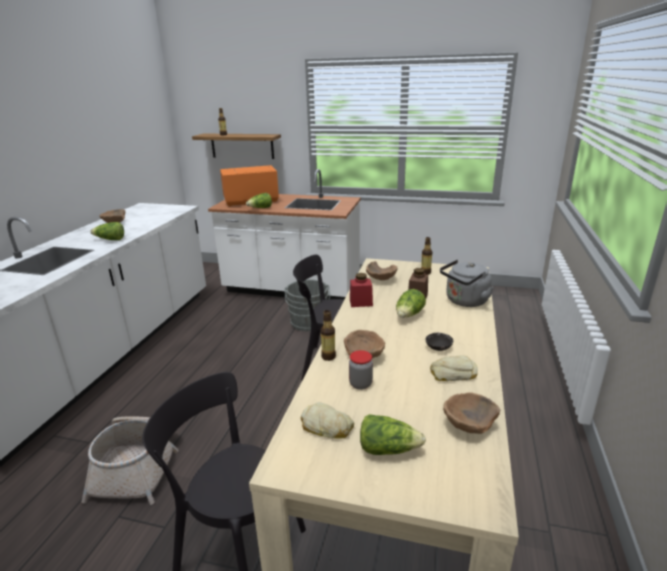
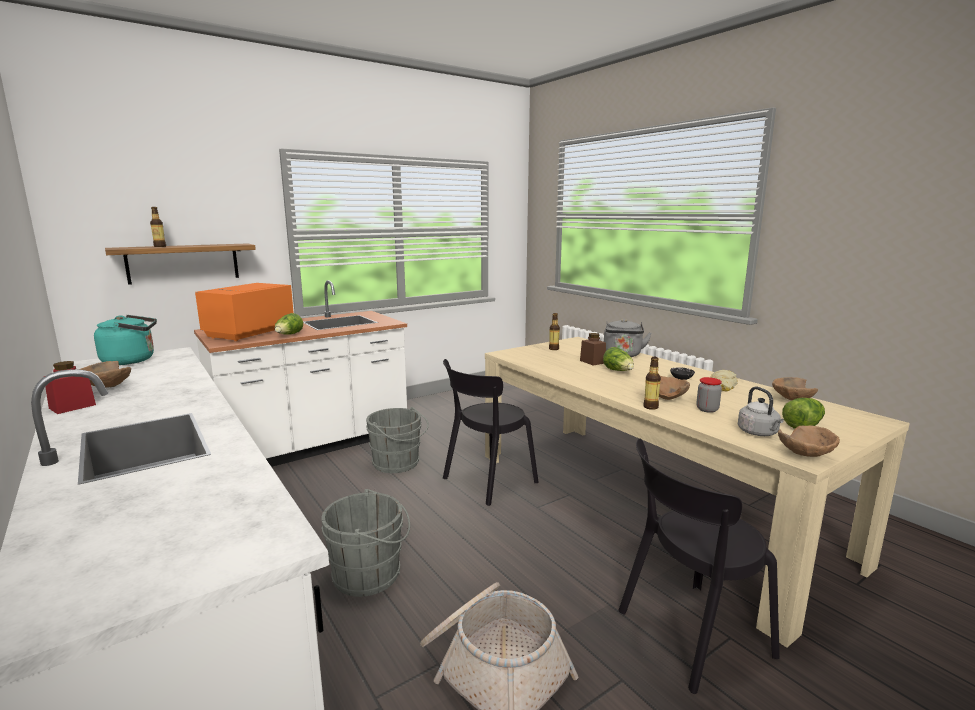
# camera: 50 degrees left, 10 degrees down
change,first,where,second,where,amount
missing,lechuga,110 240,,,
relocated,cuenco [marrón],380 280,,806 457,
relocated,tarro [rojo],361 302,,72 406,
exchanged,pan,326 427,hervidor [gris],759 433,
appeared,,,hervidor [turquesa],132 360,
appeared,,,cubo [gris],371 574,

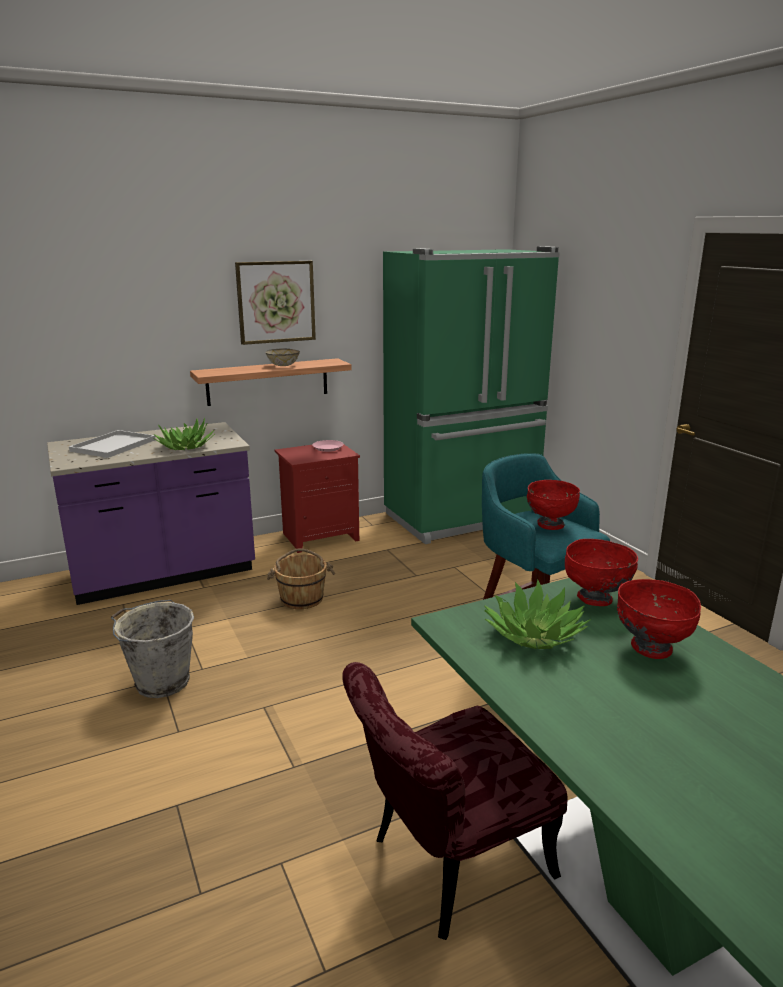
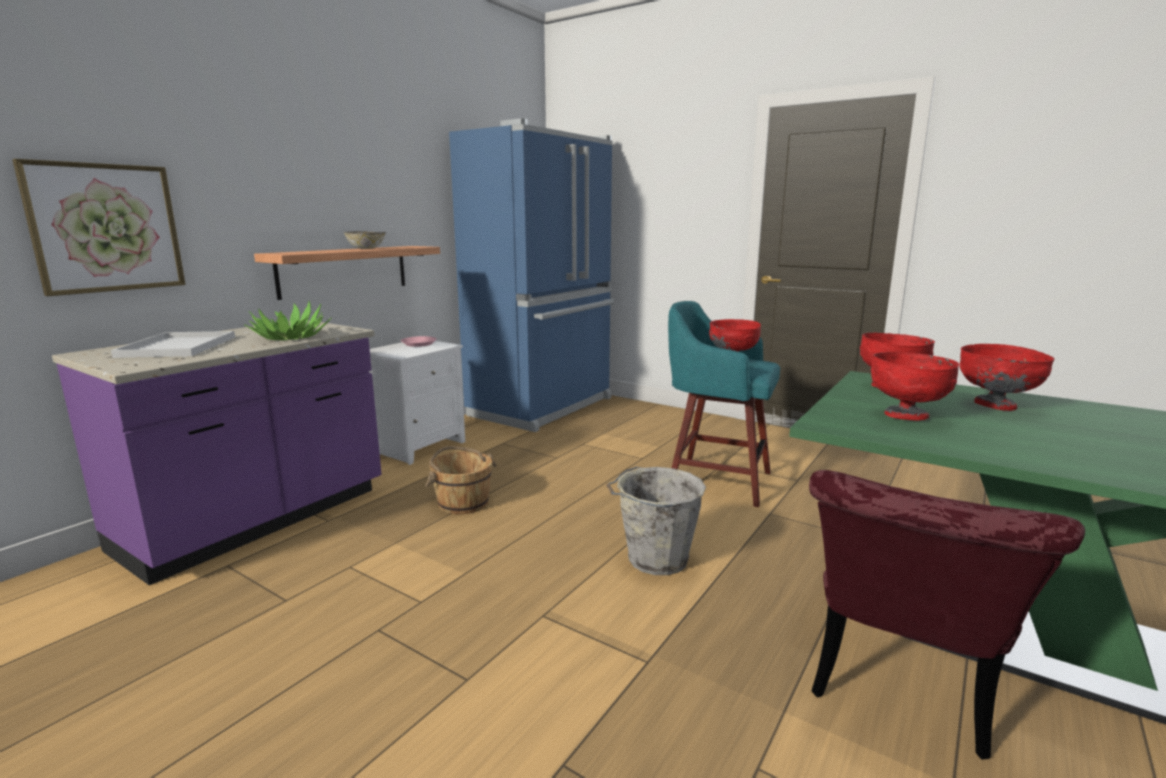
# camera: 30 degrees left, 5 degrees down
change,first,where,second,where,amount
colour,nevera [verde],463 518,nevera [azul],544 407,
relocated,cuadro,276 302,,106 228,
colour,mesita de noche [rojo],320 536,mesita de noche [blanco],419 446,
exchanged,planta en maceta,533 635,cuenco [rojo],907 416,
relocated,cubo [gris],160 682,,655 559,

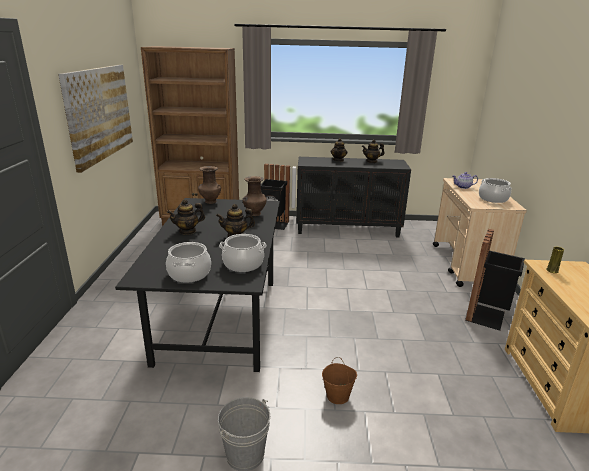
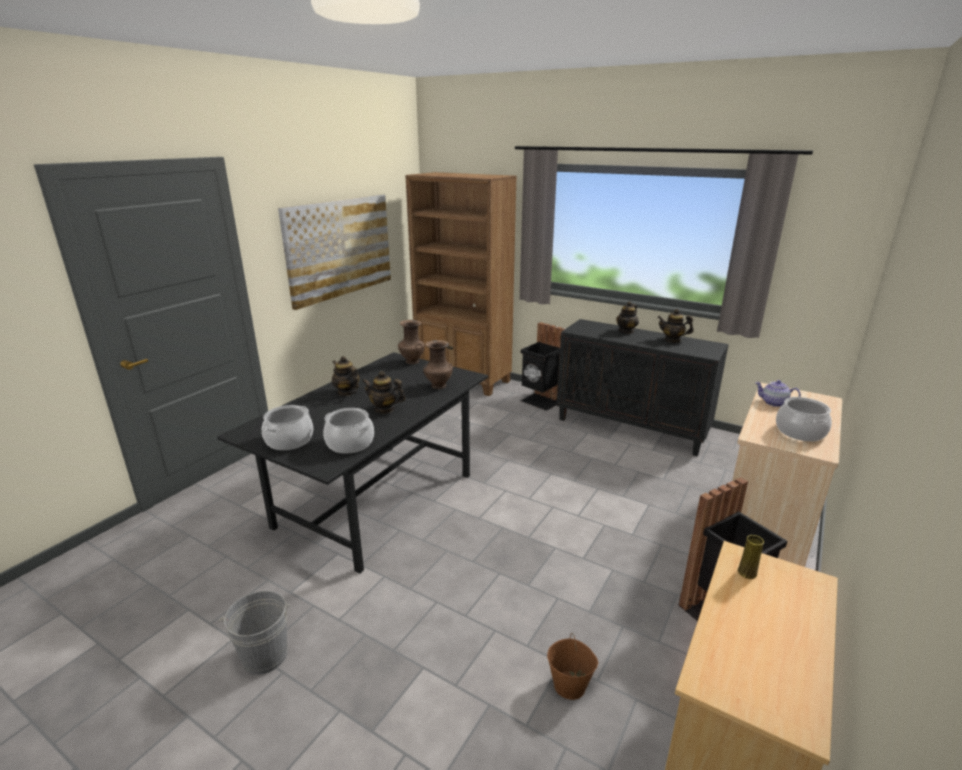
# camera: 30 degrees right, 0 degrees up
change,first,where,second,where,amount
spun,tetera,187 231,,347 392,45 degrees clockwise
relocated,cubo [marrón],338 396,,570 685,

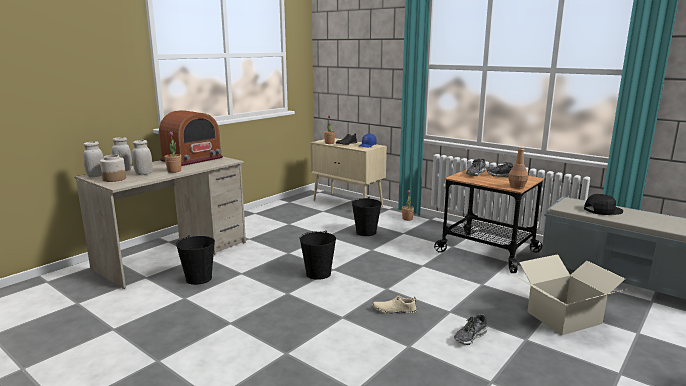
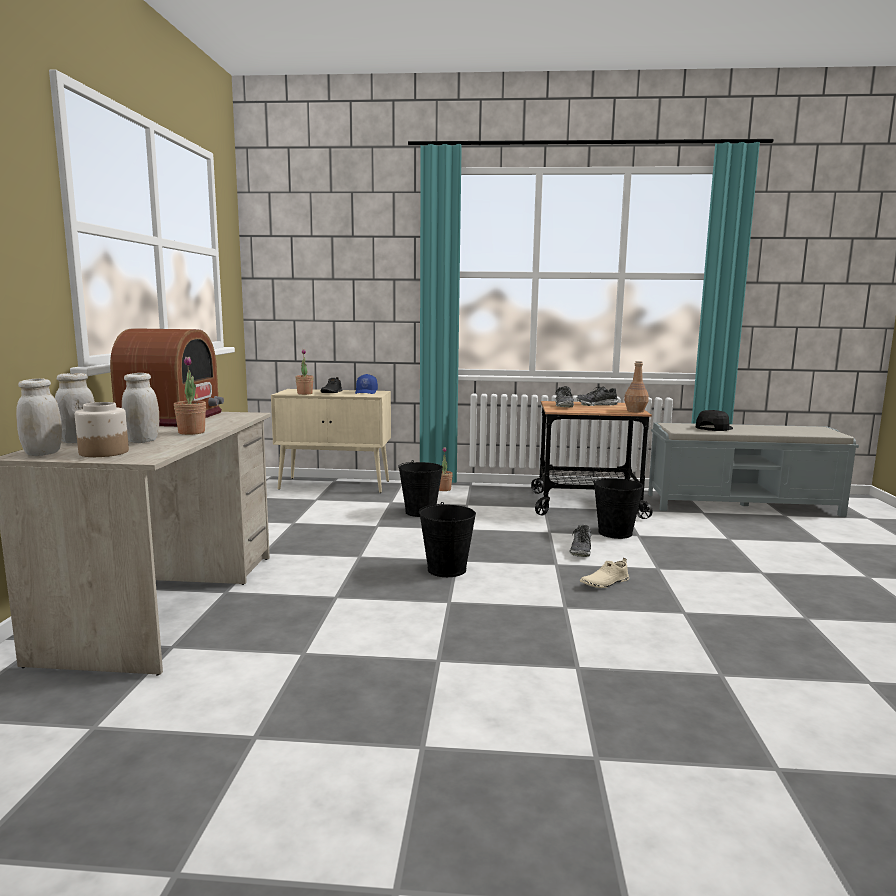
# camera: 35 degrees left, 5 degrees down
change,first,where,second,where,amount
relocated,cubo [negro],199 278,,615 533,
missing,caja de cartón,564 318,,,
relocated,zapato,470 337,,581 550,

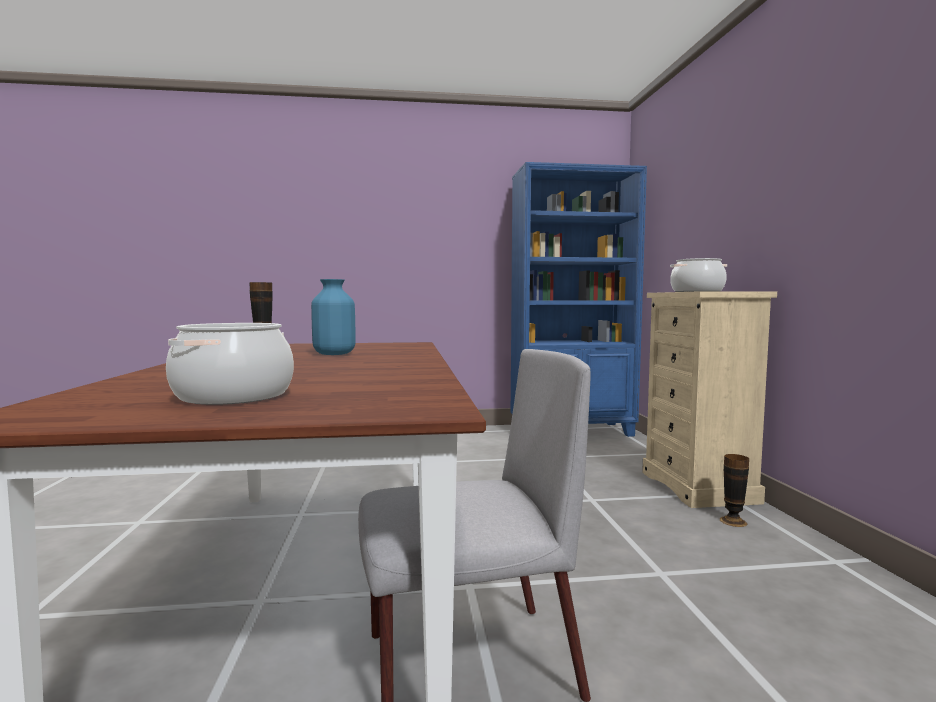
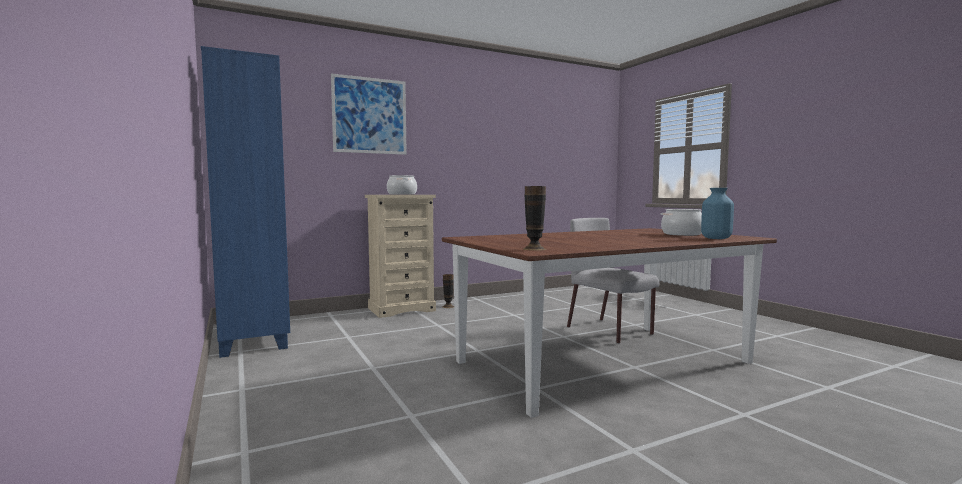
# camera: 110 degrees left, 0 degrees up
change,first,where,second,where,amount
relocated,florero [azul],334 354,,716 238,
appeared,,,cuadro,370 115,

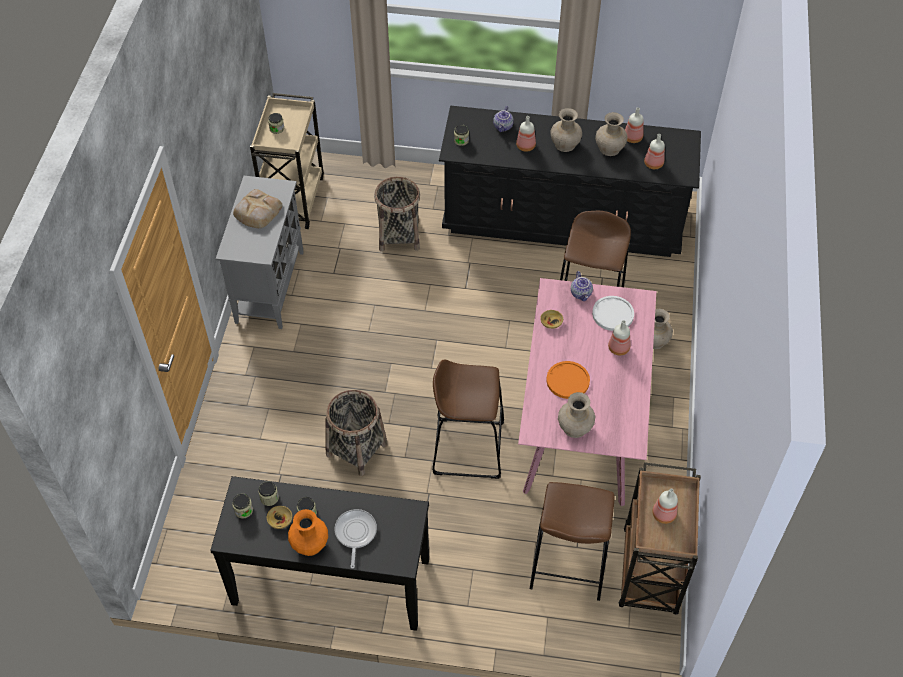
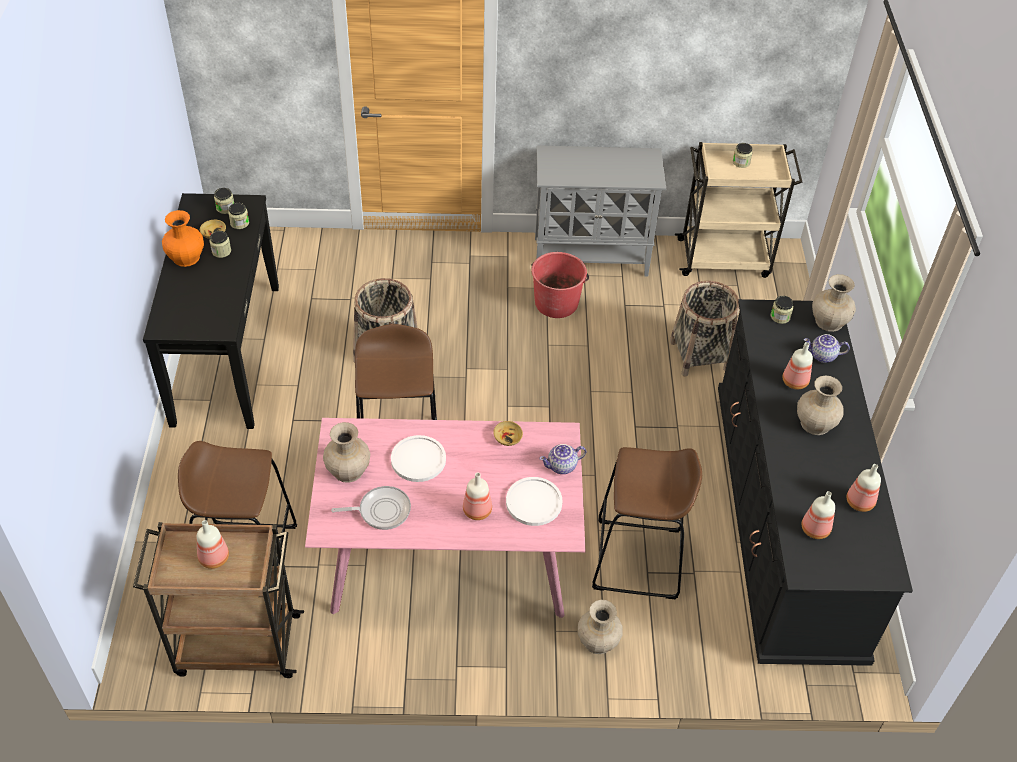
# camera: 80 degrees right, 5 degrees down
change,first,where,second,where,amount
relocated,florero [beis],610 148,,829 322,
missing,pan,257 212,,,
colour,plato [naranja],568 380,plato [blanco],418 459,
relocated,sartén,355 533,,381 510,
appeared,,,cubo [rojo],556 302,

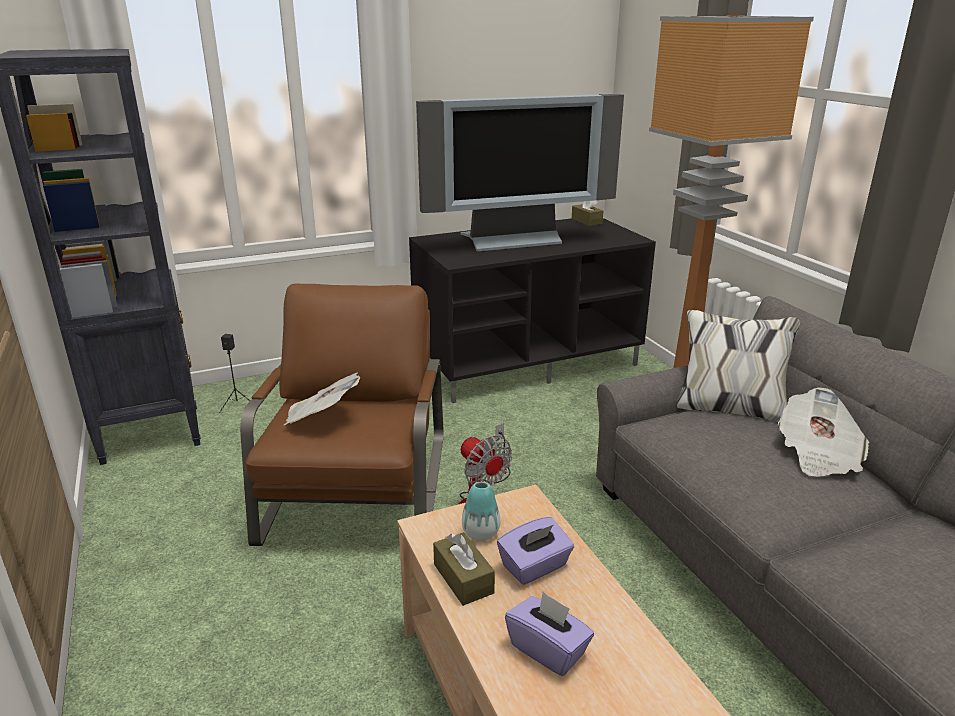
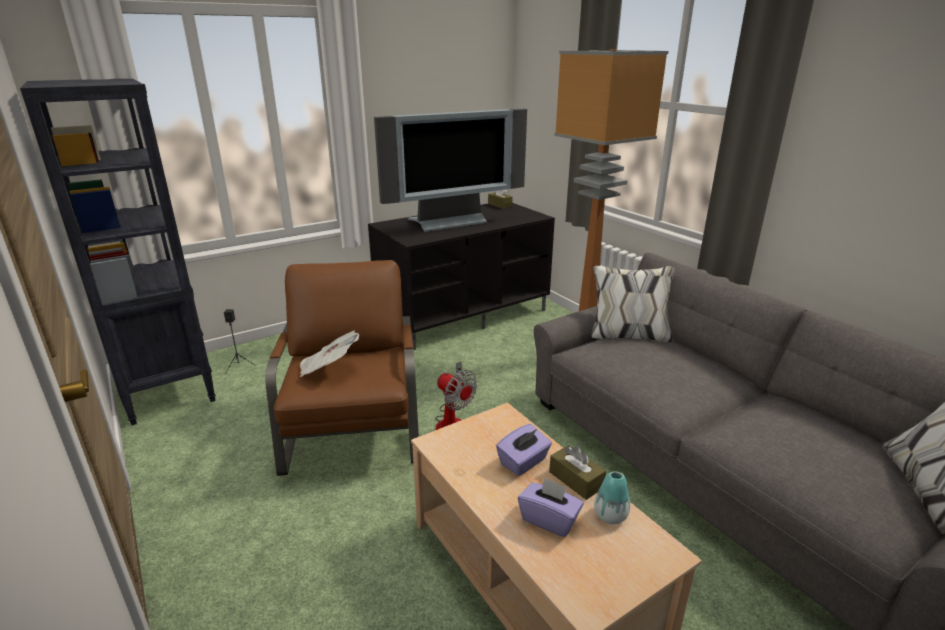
# camera: 10 degrees left, 0 degrees up
change,first,where,second,where,amount
missing,periódico,819 454,,,
relocated,florero,481 533,,610 516,
relocated,caja de pañuelos [marrón],463 578,,576 480,

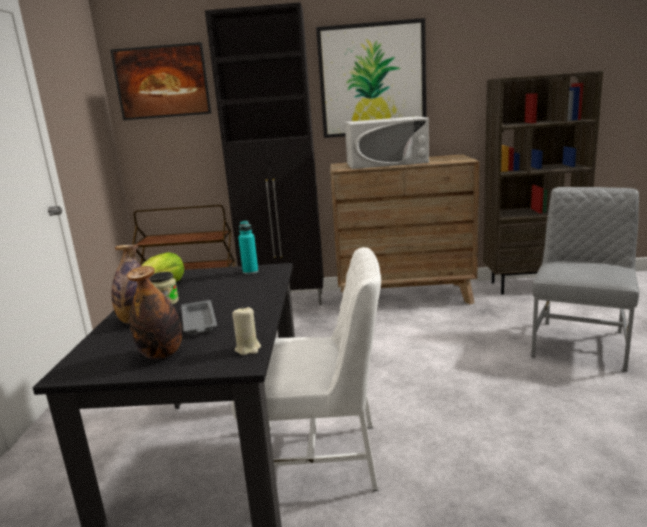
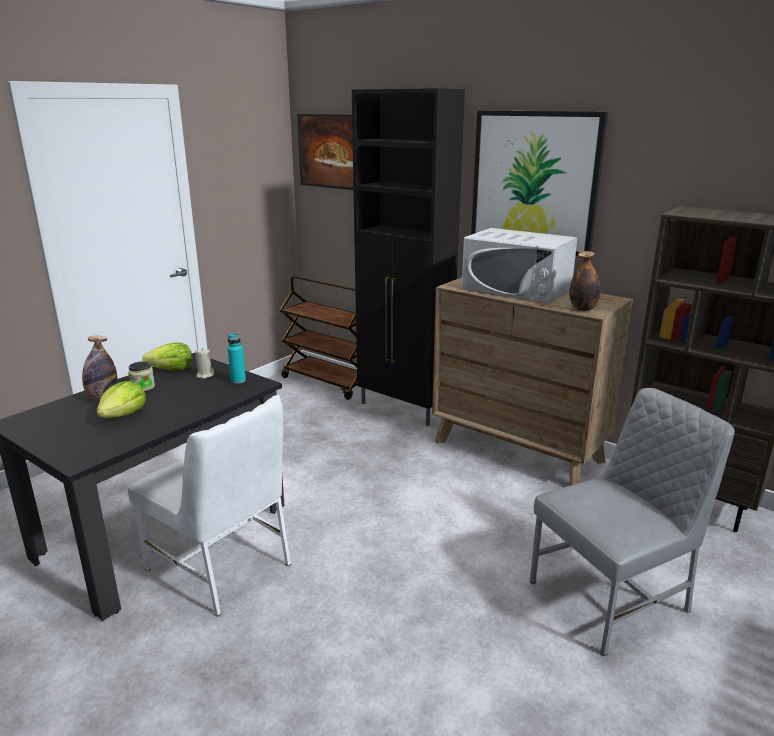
# camera: 35 degrees right, 5 degrees up
change,first,where,second,where,amount
relocated,botella,161 354,,583 309,
exchanged,bandeja [gris],199 322,lechuga,124 415,
relocated,vela [beis],248 349,,205 375,

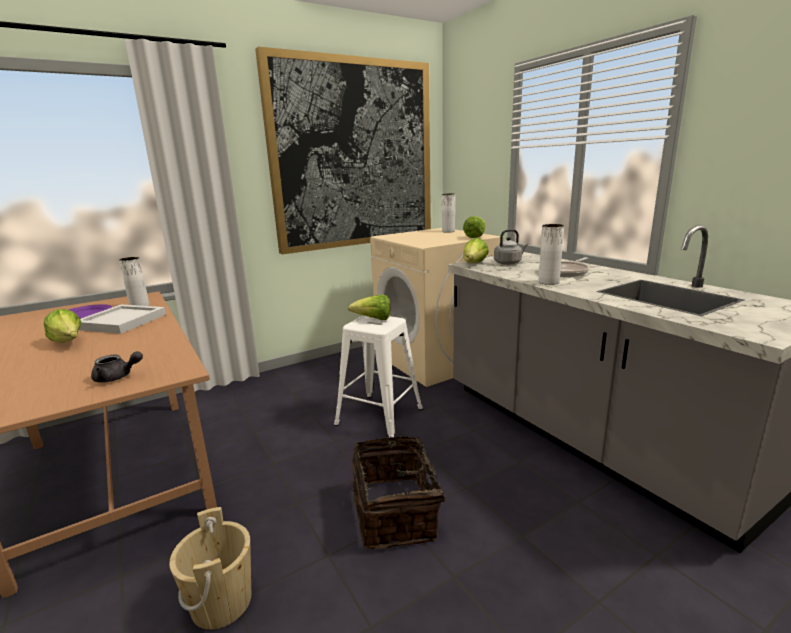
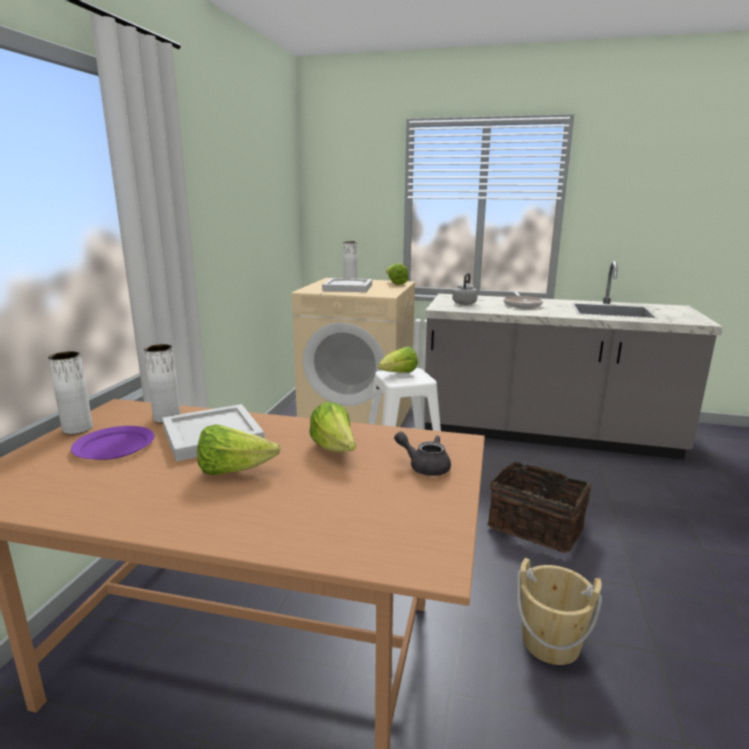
# camera: 45 degrees left, 0 degrees up
change,first,where,second,where,amount
missing,cuadro,353 155,,,
relocated,florero [blanco],548 282,,77 428,
relocated,lechuga,474 264,,335 449,
spun,tetera [gris],117 377,,424 466,105 degrees counterclockwise
appeared,,,bandeja [blanco],347 288,

